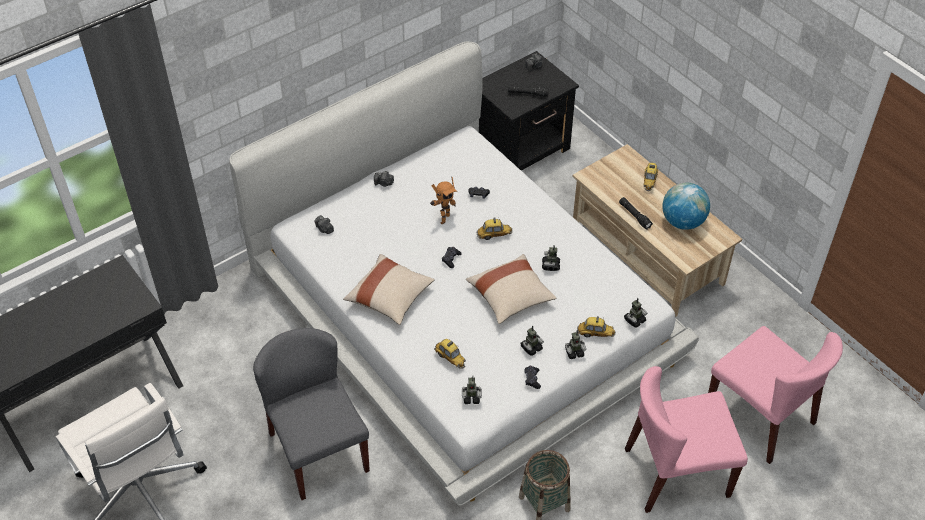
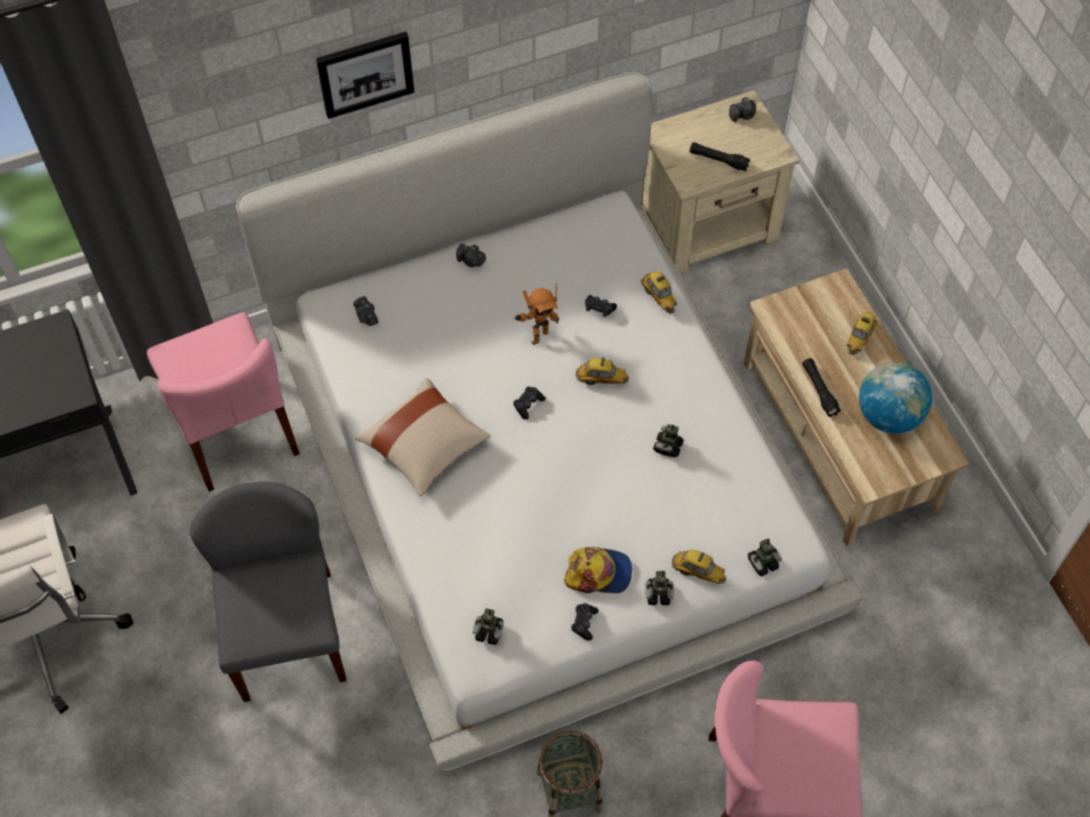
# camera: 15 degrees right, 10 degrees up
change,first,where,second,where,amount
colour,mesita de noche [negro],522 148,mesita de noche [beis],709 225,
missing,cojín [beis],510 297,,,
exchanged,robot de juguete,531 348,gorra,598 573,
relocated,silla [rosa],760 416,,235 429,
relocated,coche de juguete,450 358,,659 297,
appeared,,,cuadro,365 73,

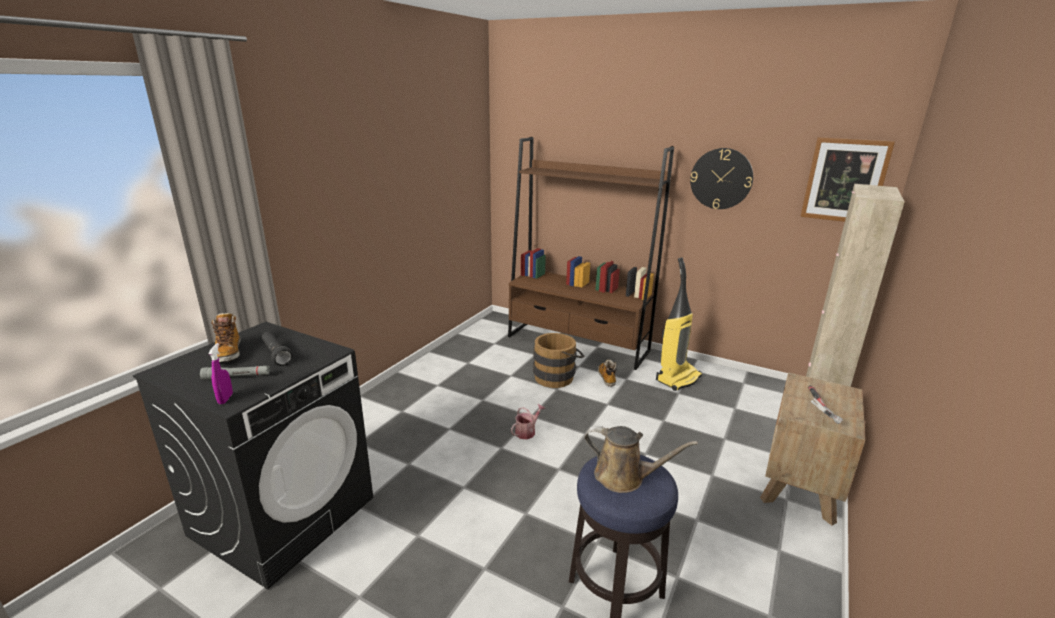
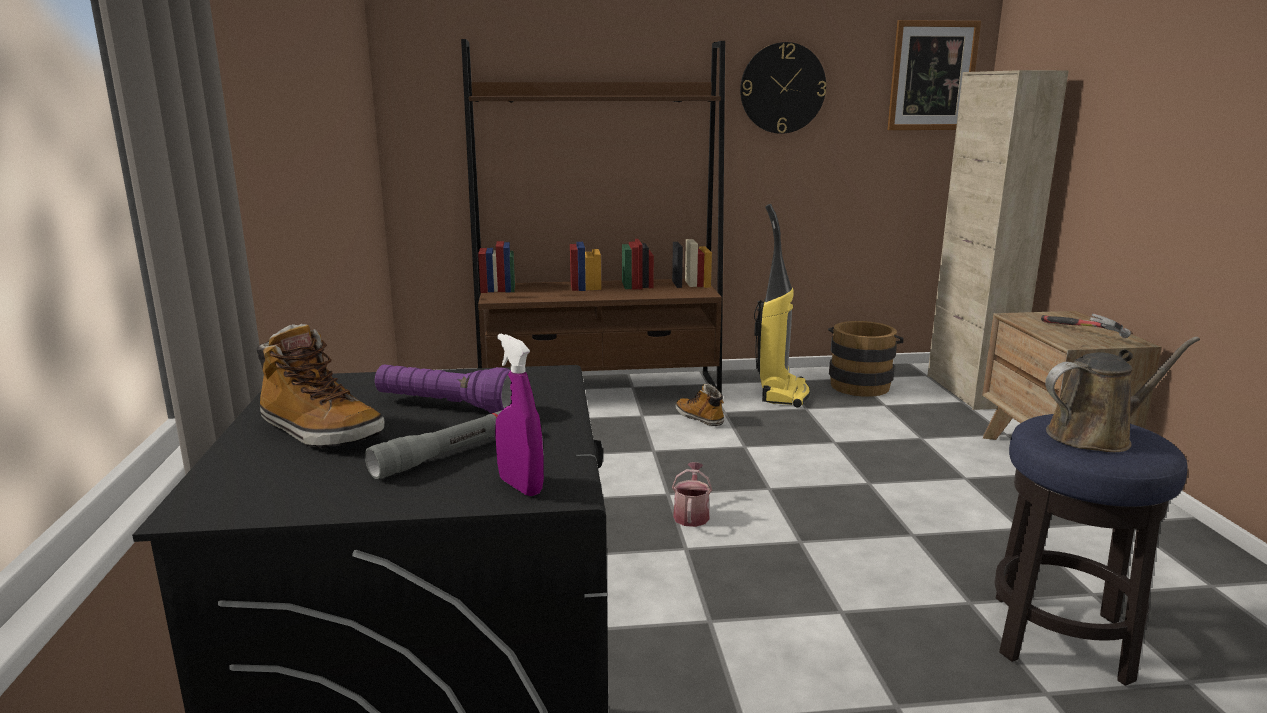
# camera: 35 degrees left, 5 degrees down
change,first,where,second,where,amount
colour,linterna [negro],276 355,linterna [morado],445 406,
relocated,cubo [marrón],557 376,,860 384,

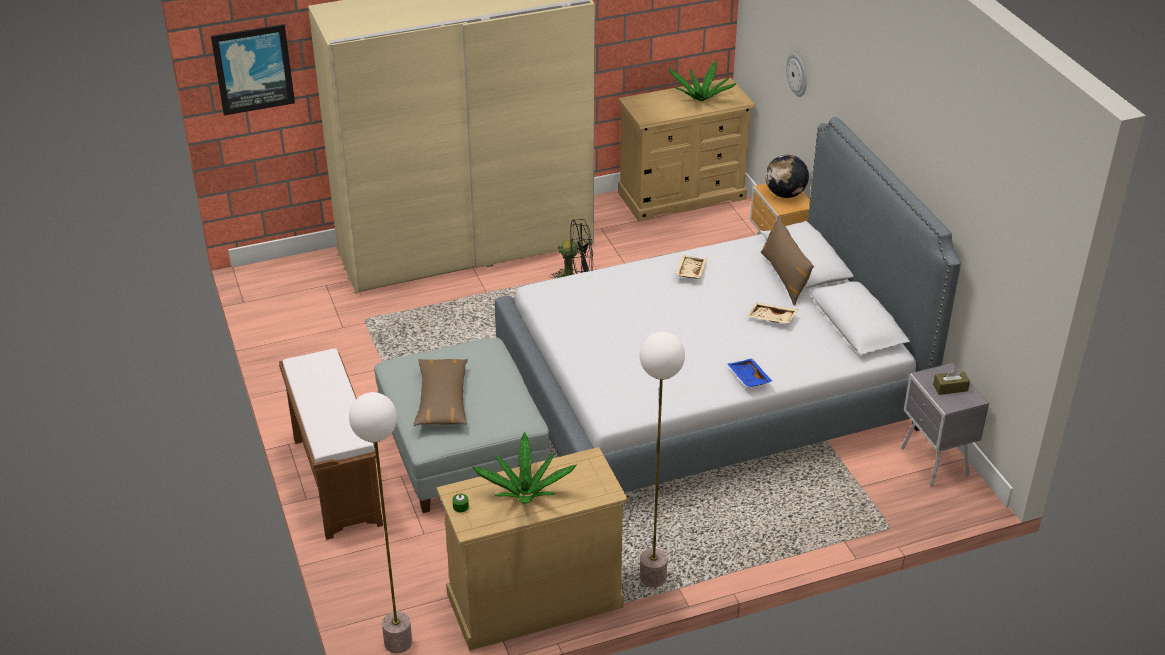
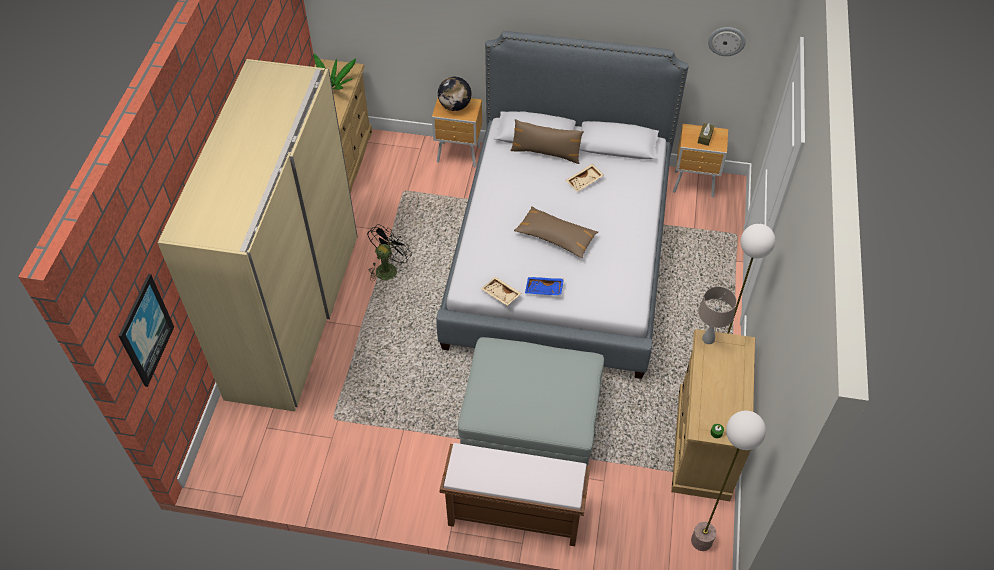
# camera: 60 degrees left, 15 degrees up
change,first,where,second,where,amount
relocated,reloj de pared,797 74,,726 41,
relocated,bandeja [beis],690 272,,500 294,
relocated,cojín [marrón],442 400,,555 237,
relocated,bandeja [azul],748 378,,544 290,
colour,mesita de noche [gris],934 463,mesita de noche [marrón],695 185,
missing,planta en maceta,525 493,,,
appeared,,,lámpara de mesa [beis],708 339,

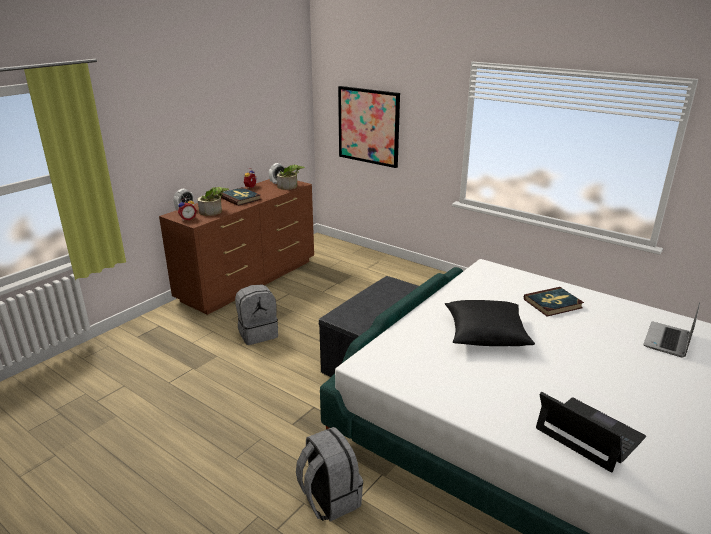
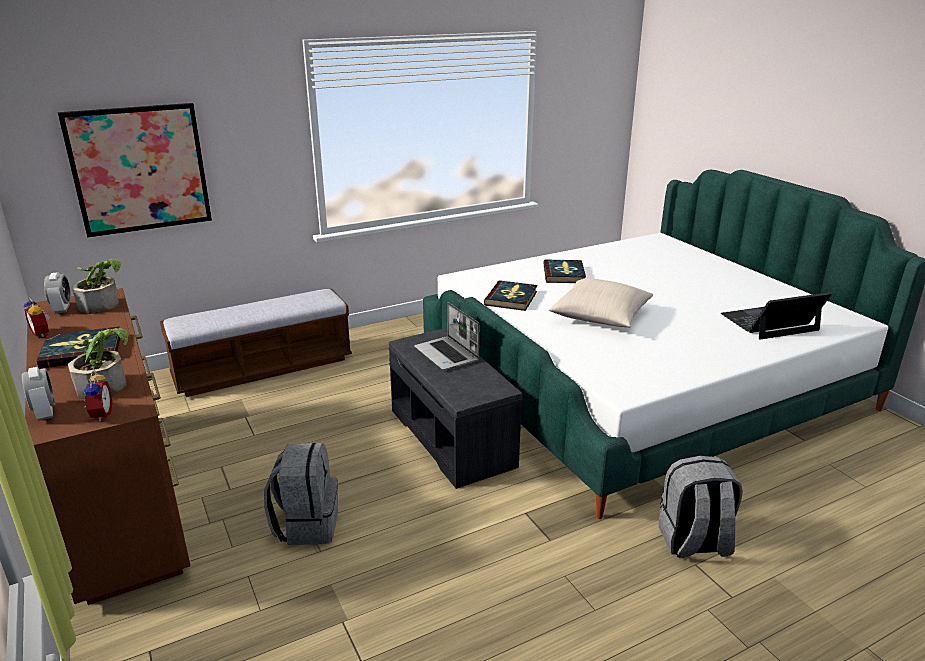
# camera: 65 degrees left, 0 degrees up
change,first,where,second,where,amount
colour,cojín [negro],485 334,cojín [beis],600 316,
relocated,portátil,668 341,,447 355,
appeared,,,libro,511 298,
appeared,,,banco,264 368,

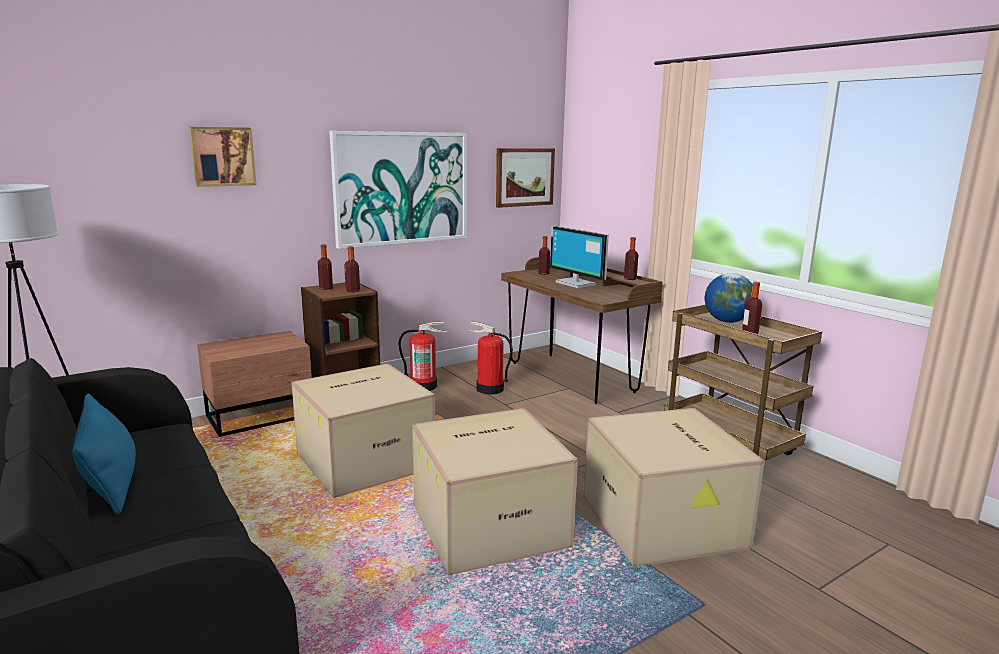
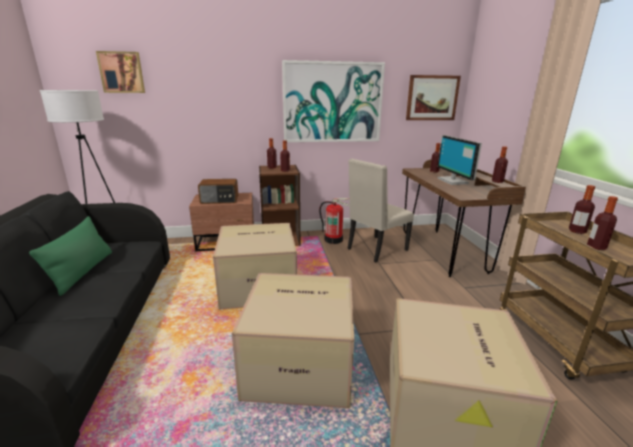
# camera: 25 degrees right, 5 degrees up
change,first,where,second,where,amount
relocated,cuadro,223 156,,122 72,
exchanged,globo terráqueo,727 321,botella,577 231,
exchanged,extintor,489 389,silla [beis],375 250,
colour,cojín [azul],110 482,cojín [verde],83 272,
appeared,,,radio,219 200,

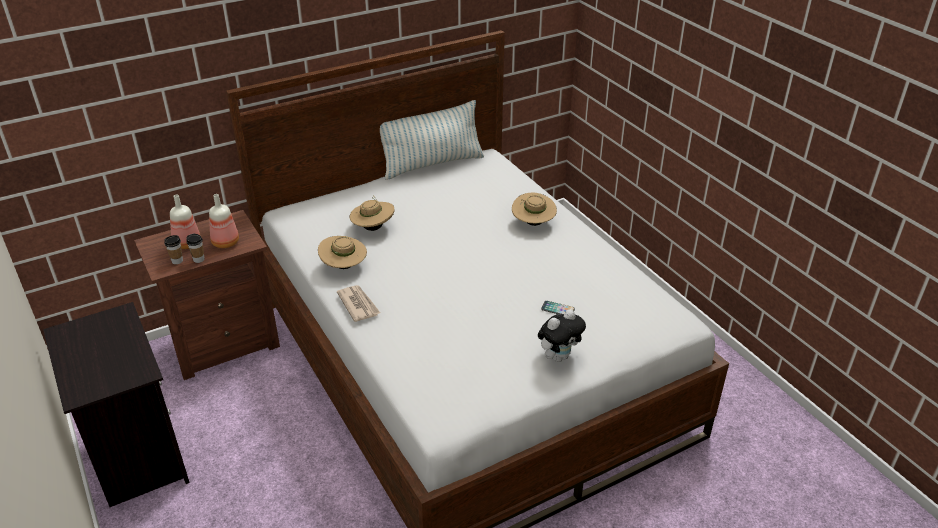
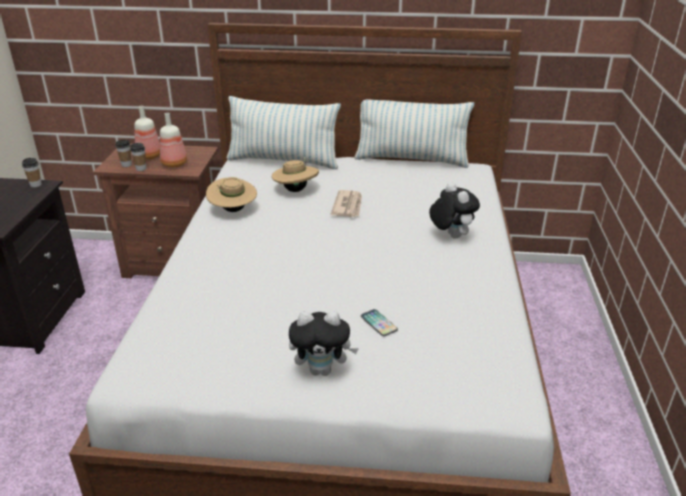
# camera: 35 degrees right, 5 degrees down
change,first,where,second,where,amount
exchanged,sombrero [beis],533 223,peluche,450 236,
relocated,periódico,358 304,,348 206,
appeared,,,cojín,283 161,
appeared,,,taza,36 185,

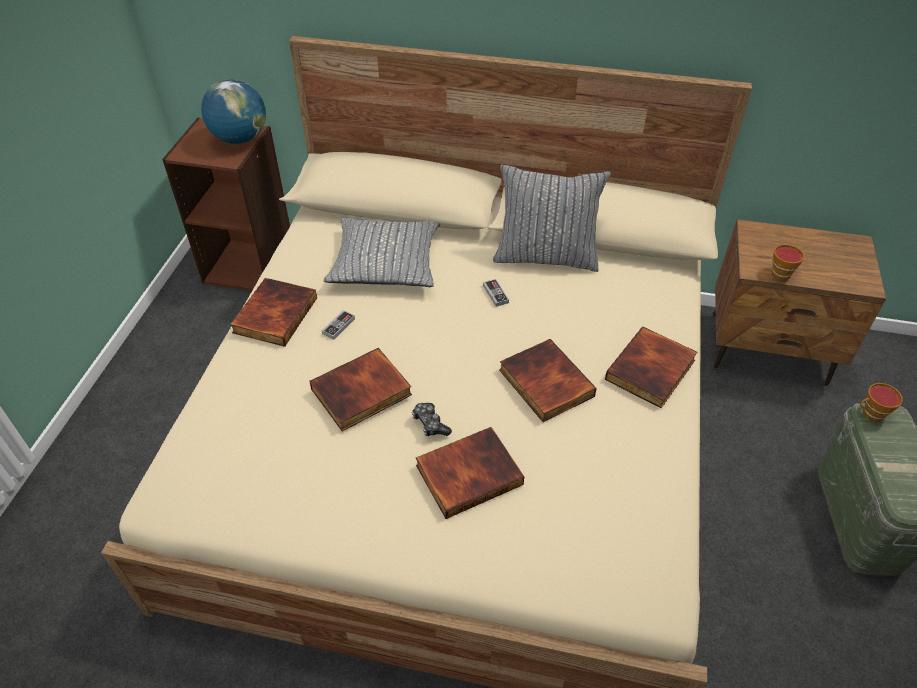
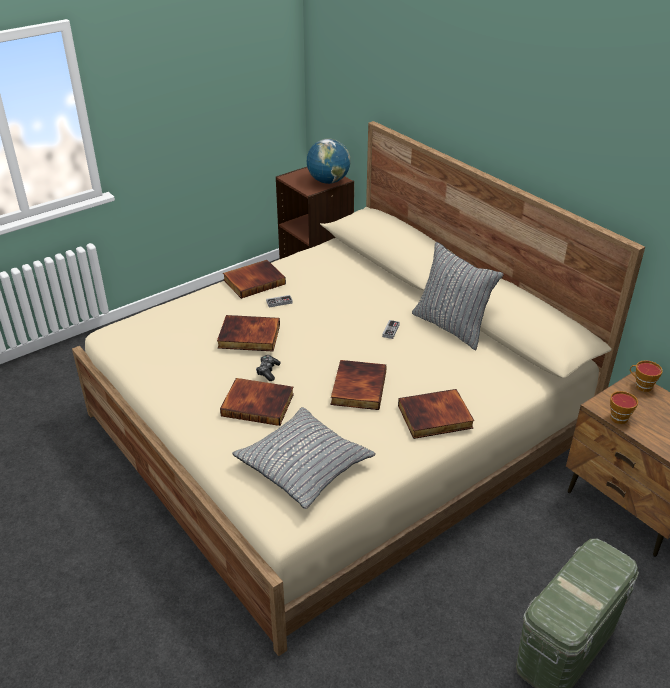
# camera: 40 degrees right, 10 degrees down
change,first,where,second,where,amount
relocated,cojín [gris],385 262,,304 465,
relocated,taza,871 414,,641 386,

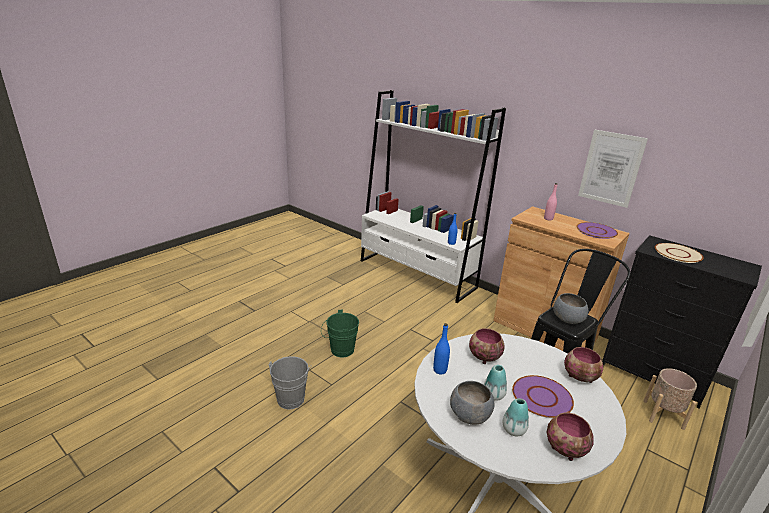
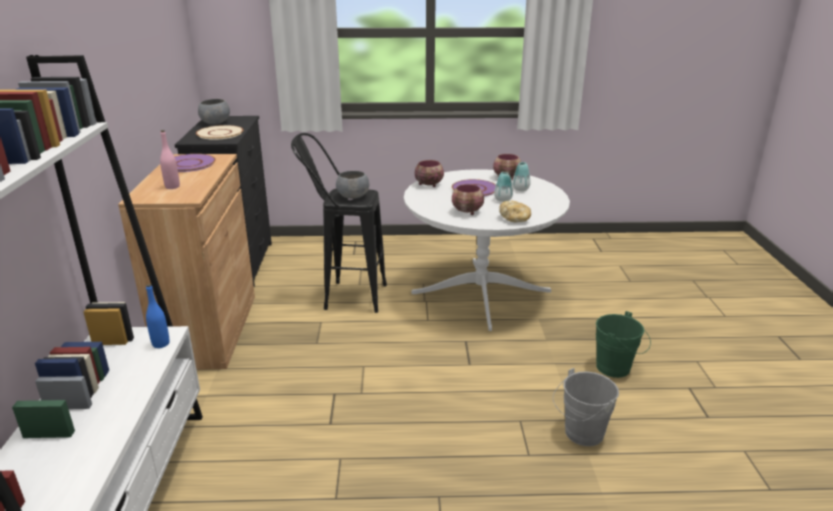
# camera: 130 degrees left, 0 degrees up
change,first,where,second,where,amount
missing,cuadro,611 168,,,
relocated,cubo [verde],339 350,,617 369,
exchanged,botella [azul],440 370,pan,515 219,
missing,maceta [beis],663 414,,,
relocated,cuenco [gris],470 415,,215 123,

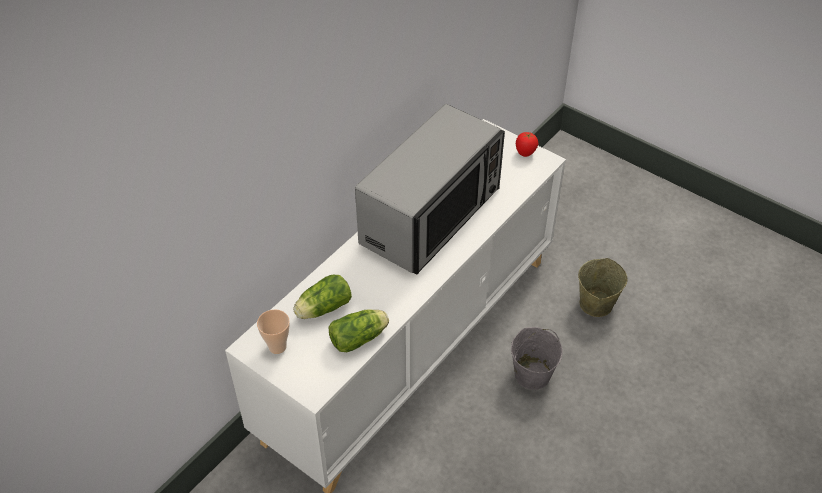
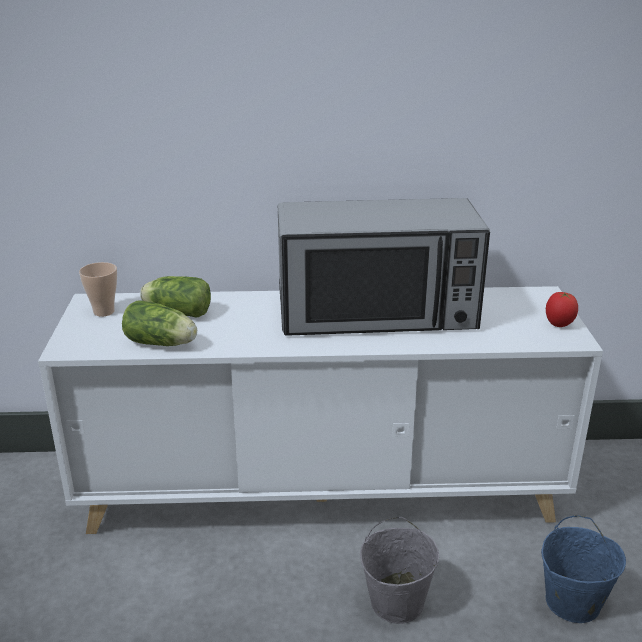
# camera: 50 degrees right, 20 degrees down
change,first,where,second,where,amount
colour,cubo [beis],596 304,cubo [azul],571 602,

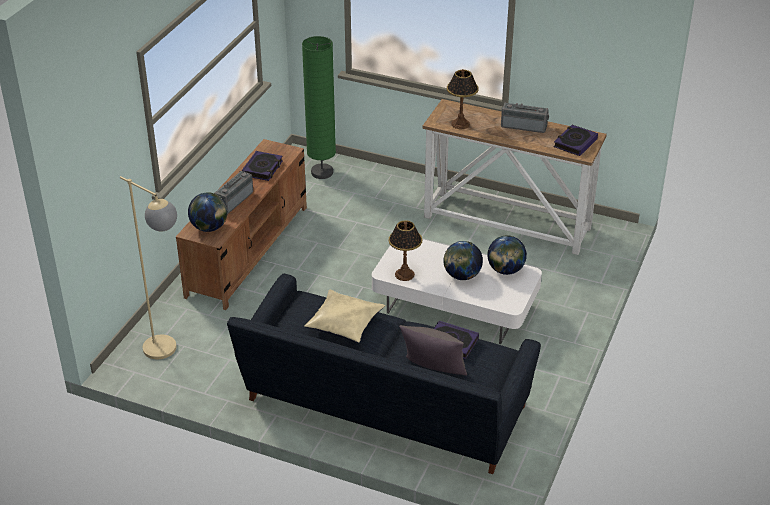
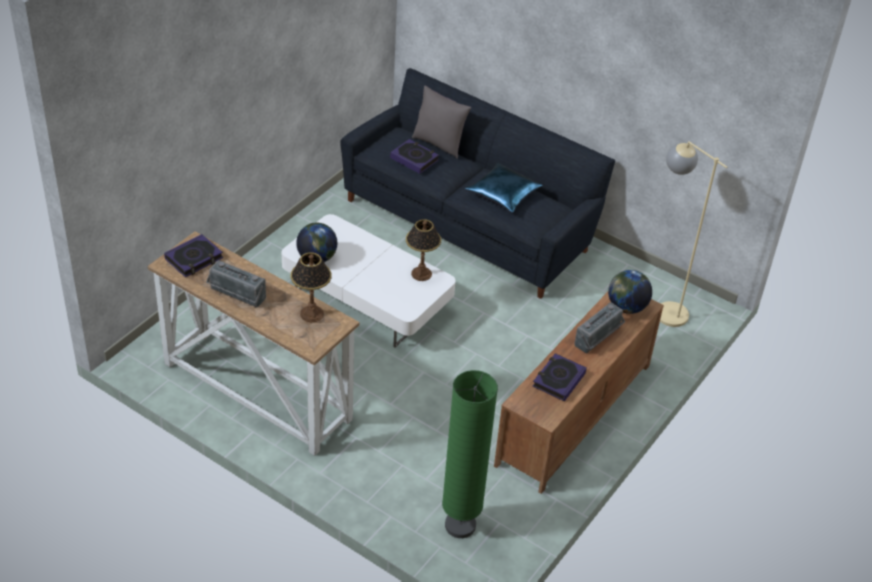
# camera: 170 degrees left, 5 degrees up
change,first,where,second,where,amount
missing,globo terráqueo,462 276,,,
colour,cojín [beis],344 323,cojín [azul],503 194,

